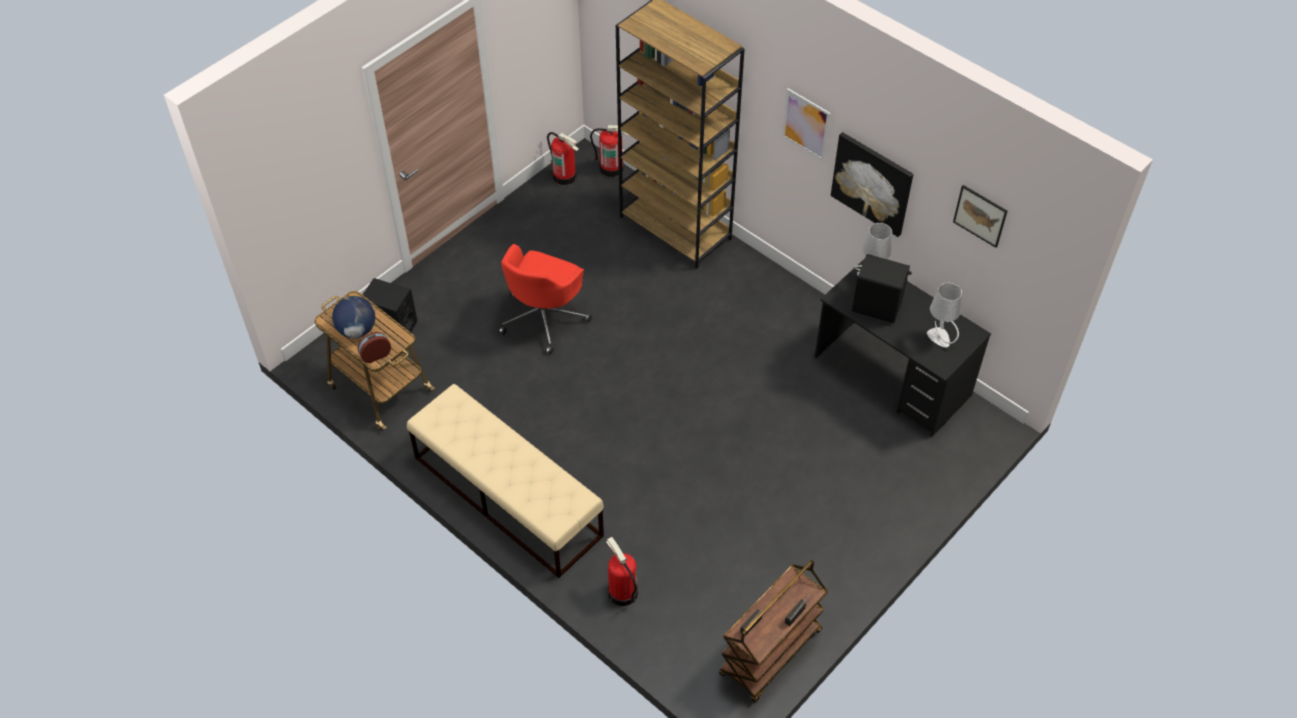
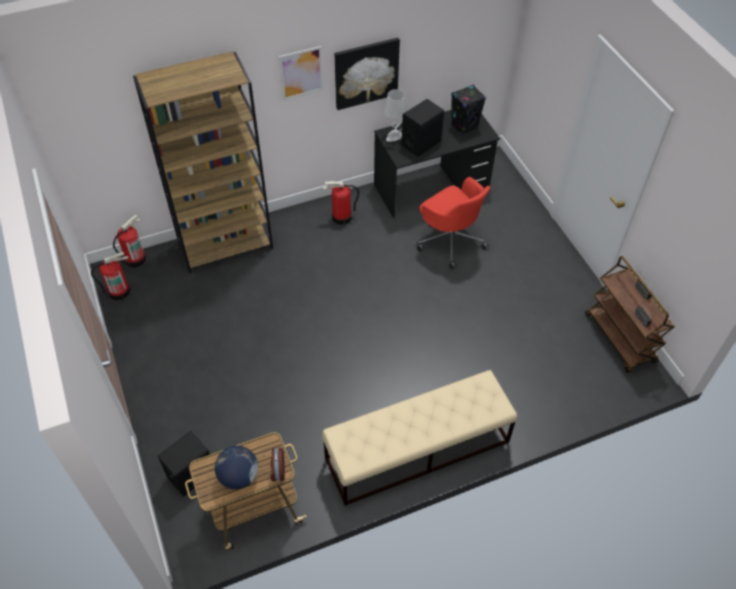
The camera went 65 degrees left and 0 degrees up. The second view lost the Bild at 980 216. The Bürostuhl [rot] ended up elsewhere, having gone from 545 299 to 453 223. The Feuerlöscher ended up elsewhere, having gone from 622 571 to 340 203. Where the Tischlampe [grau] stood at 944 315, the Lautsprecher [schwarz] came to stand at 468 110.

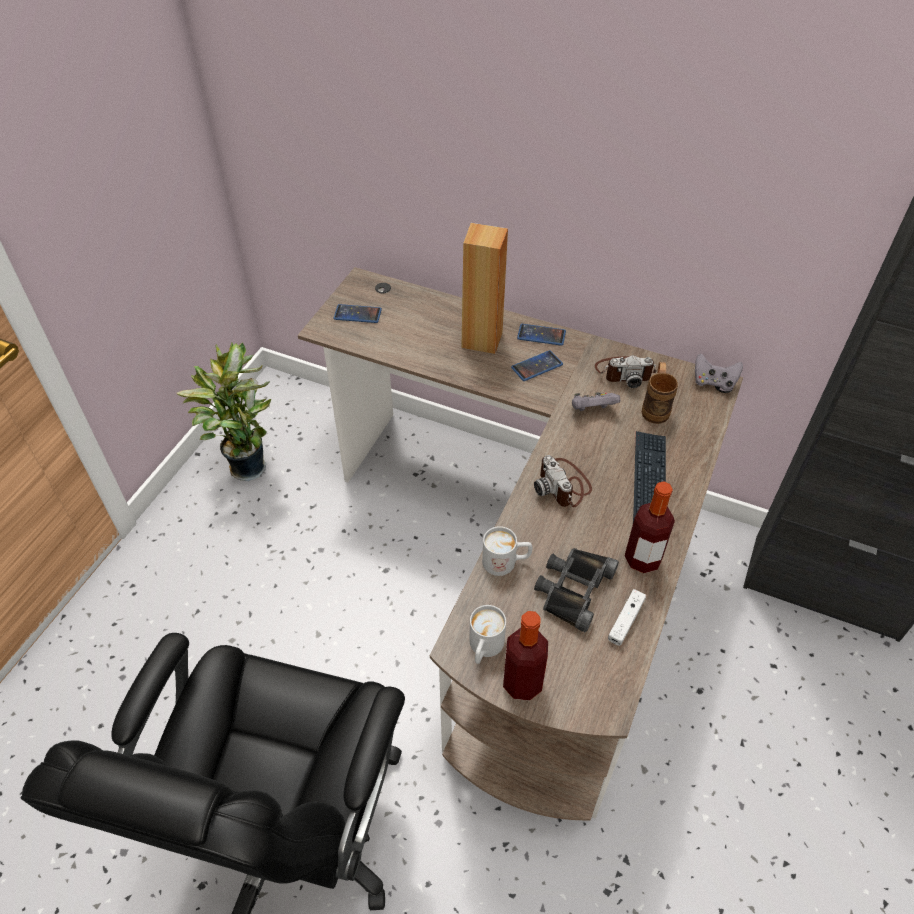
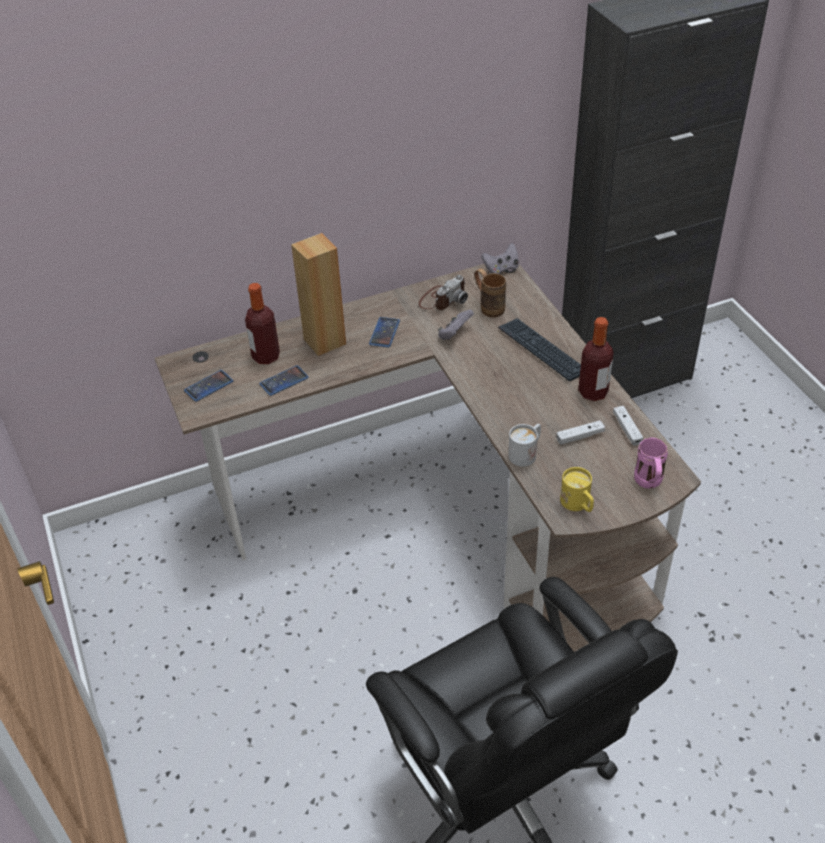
The camera went 45 degrees left and 5 degrees down. The second view lost the Topfpflanze at 224 411. The second view lost the Kamera at 563 481. The second view gained the Henkelbecher [rosa] at 651 463. The Flasche ended up elsewhere, having gone from 525 656 to 262 323. The Handy ended up elsewhere, having gone from 541 335 to 284 380. Where the Fernglas [schwarz] stood at 576 590, the Gamepad [weiß] came to stand at 581 432. What was the Henkelbecher [weiß] at 487 634 turned into the Henkelbecher [gelb] at 577 489.

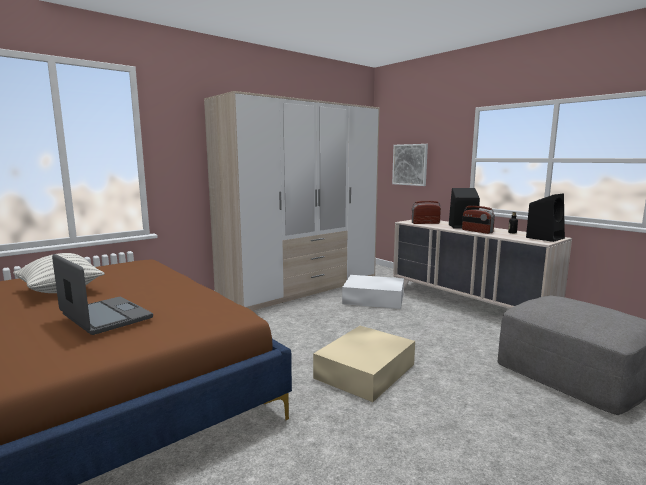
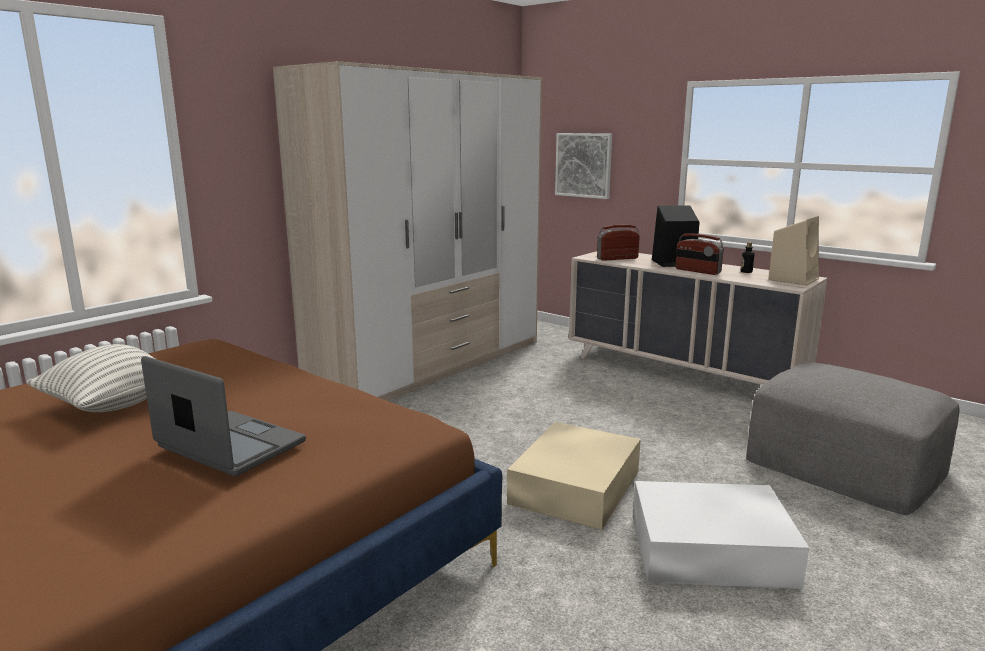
The camera went 10 degrees left and 5 degrees up. The Aufbewahrungsbox [weiß] ended up elsewhere, having gone from 373 292 to 721 535. What was the Lautsprecher [schwarz] at 545 217 turned into the Lautsprecher [beige] at 793 251.

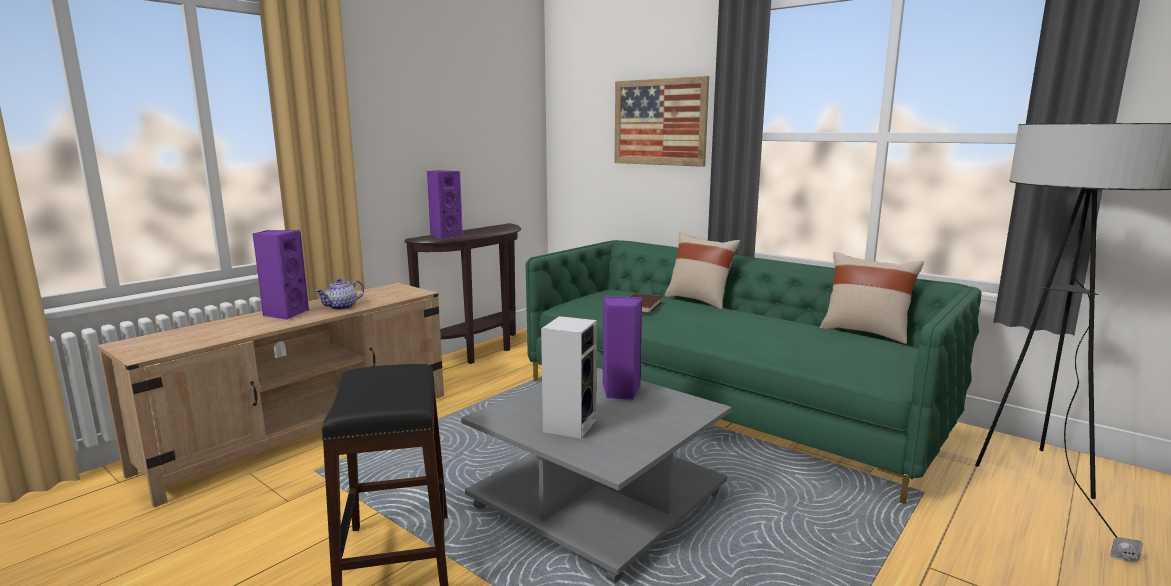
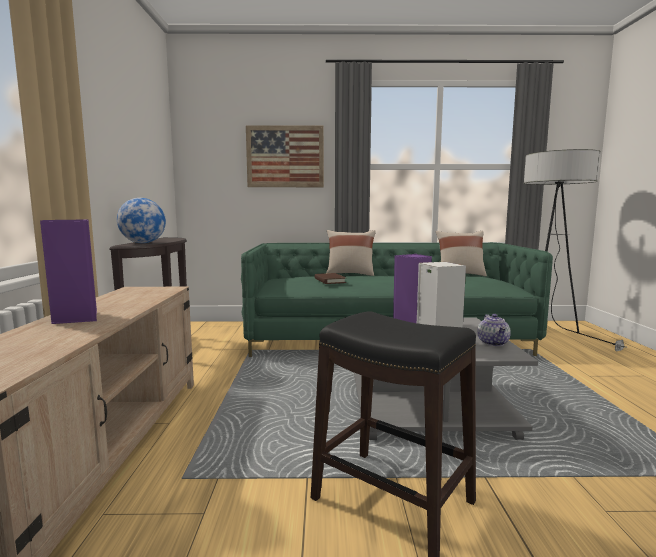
The camera went 40 degrees left and 5 degrees down. The Teekanne ended up elsewhere, having gone from 339 294 to 494 330. Where the Lautsprecher [lila] stood at 445 204, the Globus came to stand at 141 220.

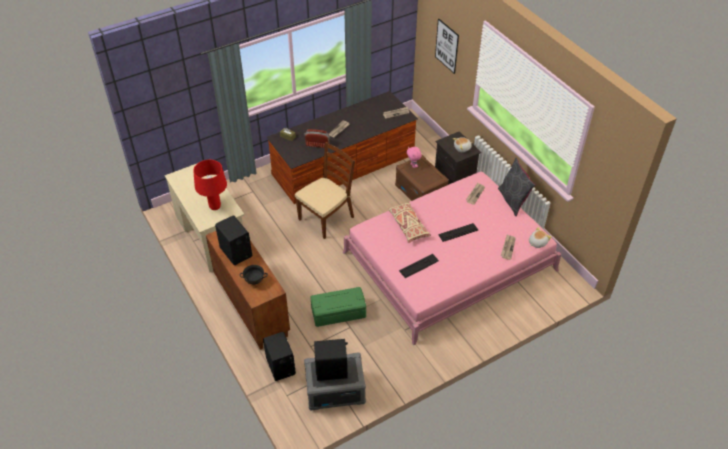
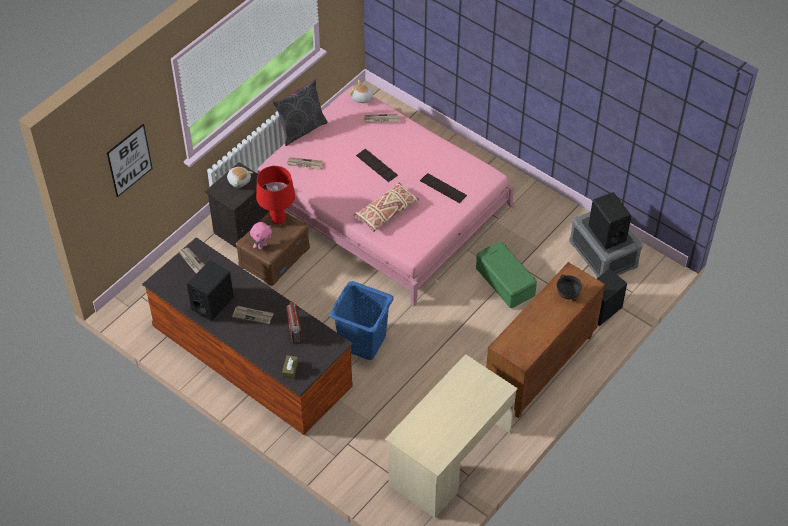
The camera went 110 degrees left and 5 degrees up. The Tischlampe [rot] ended up elsewhere, having gone from 210 185 to 275 195. The Lautsprecher [schwarz] ended up elsewhere, having gone from 233 240 to 210 290. Where the Stuhl [braun] stood at 325 190, the Wäschekorb [blau] came to stand at 362 320.

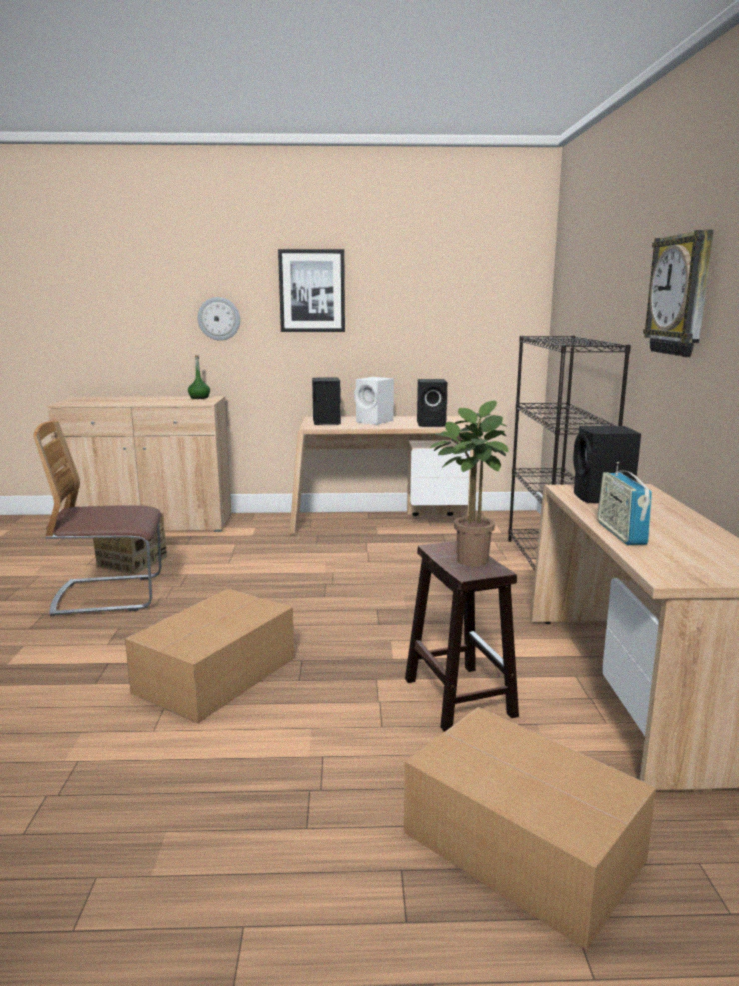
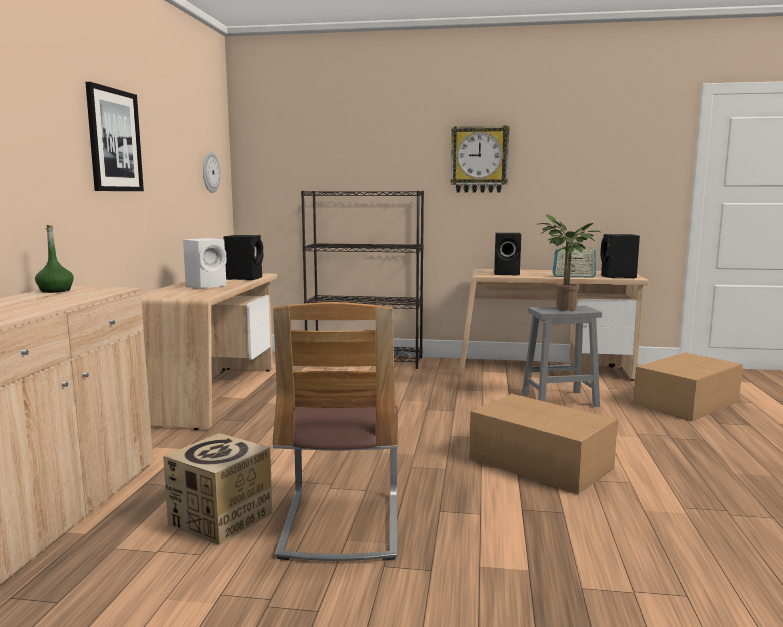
The camera went 80 degrees left and 5 degrees down. The Wanduhr ended up elsewhere, having gone from 219 319 to 211 172. The Lautsprecher [schwarz] ended up elsewhere, having gone from 326 401 to 620 256. What was the Hocker [braun] at 462 636 turned into the Hocker [grau] at 562 356.

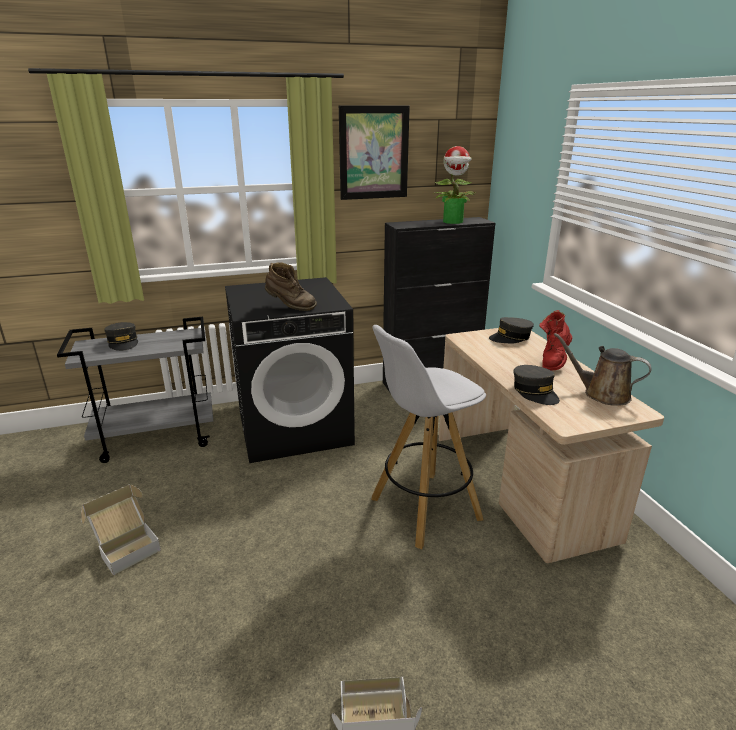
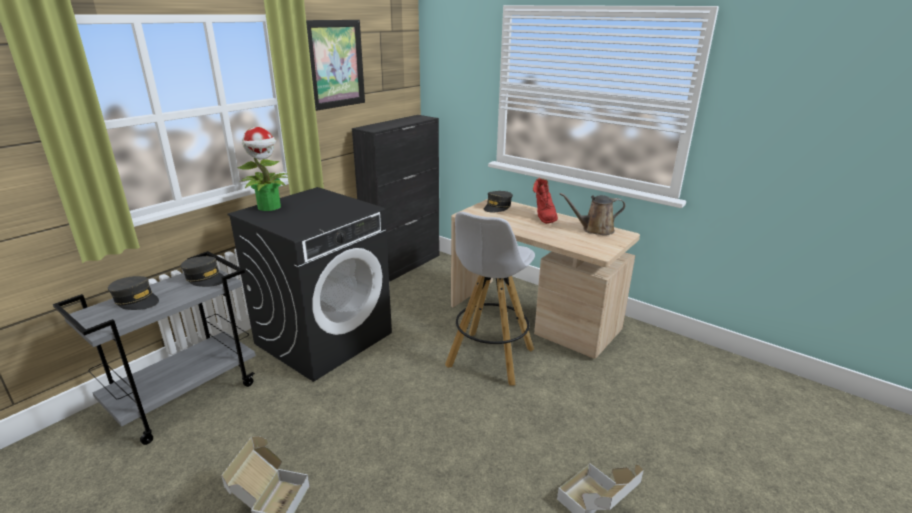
The camera went 35 degrees left and 0 degrees up. The second view lost the Stiefel [braun] at 291 287. The Topfpflanze ended up elsewhere, having gone from 455 185 to 262 169. The Kappe [grau] ended up elsewhere, having gone from 536 385 to 202 271.

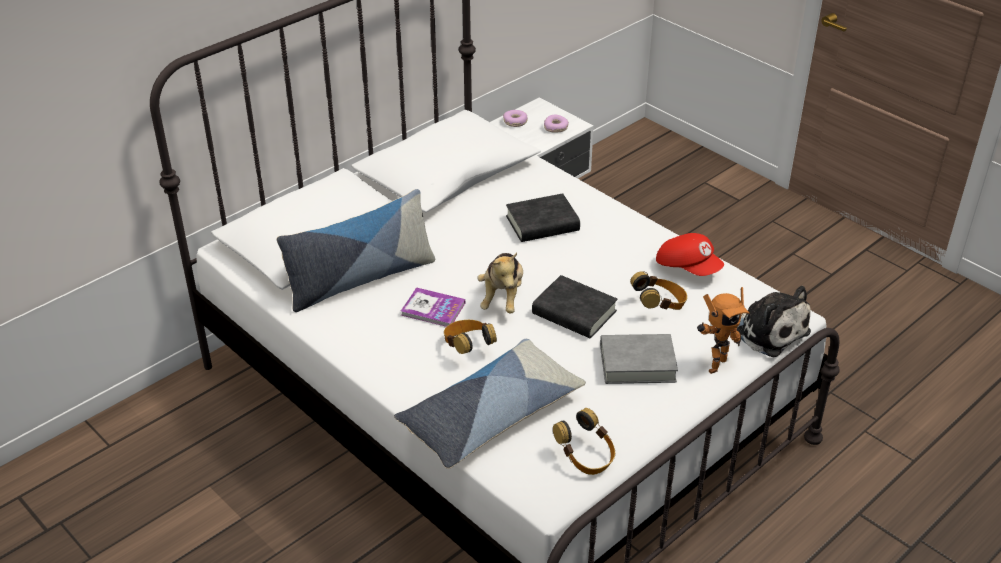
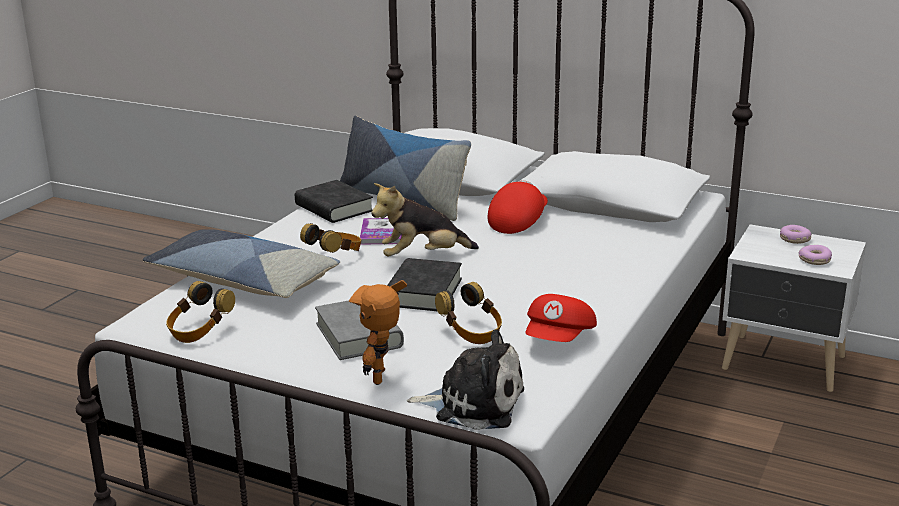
The camera went 70 degrees right and 15 degrees down. The second view gained the Kappe [rot] at 518 207. The Buch [schwarz] ended up elsewhere, having gone from 543 217 to 334 201. The Spielzeugroboter at 723 330 ended up facing another way, 75 degrees clockwise from before. The Plüschtier at 774 321 ended up facing another way, 105 degrees counterclockwise from before.

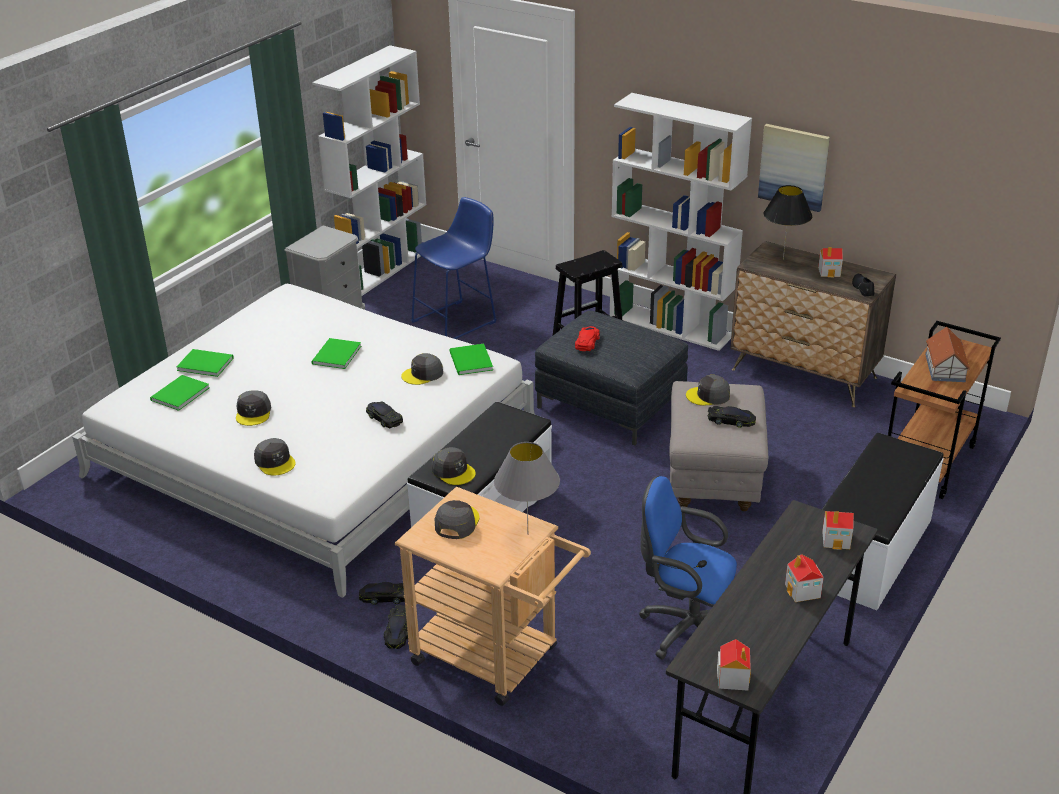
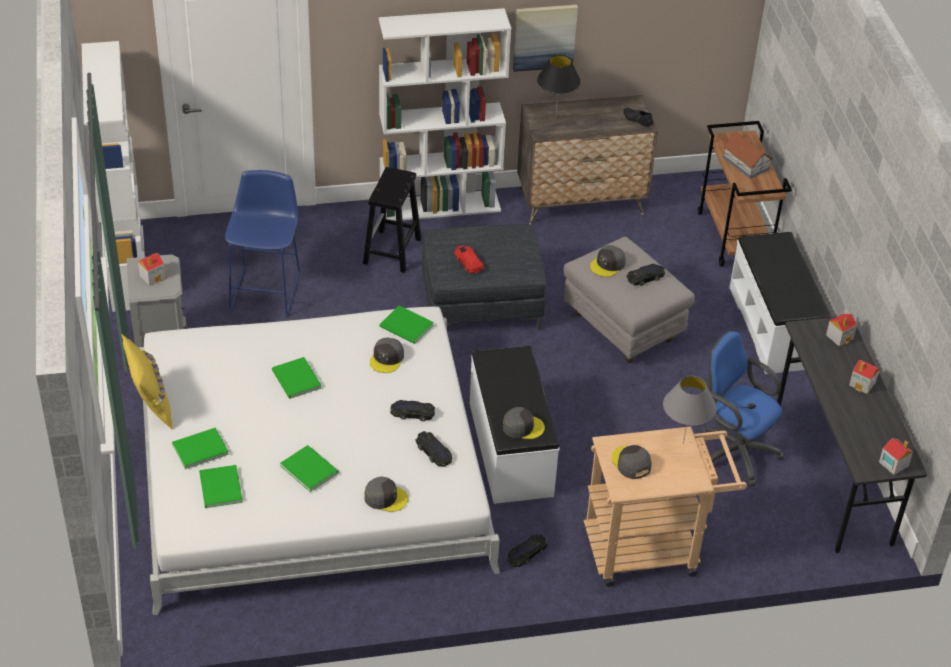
The camera went 45 degrees left and 10 degrees up. The second view gained the Kissen [gelb] at 146 381. The Spielzeugauto [schwarz] ended up elsewhere, having gone from 396 627 to 433 449. The Spielzeughaus ended up elsewhere, having gone from 830 262 to 152 269. Where the Kappe [grau] stood at 253 408, the Buch [grün] came to stand at 309 468. The Bürostuhl [blau] at 688 567 ended up facing another way, 60 degrees clockwise from before.

